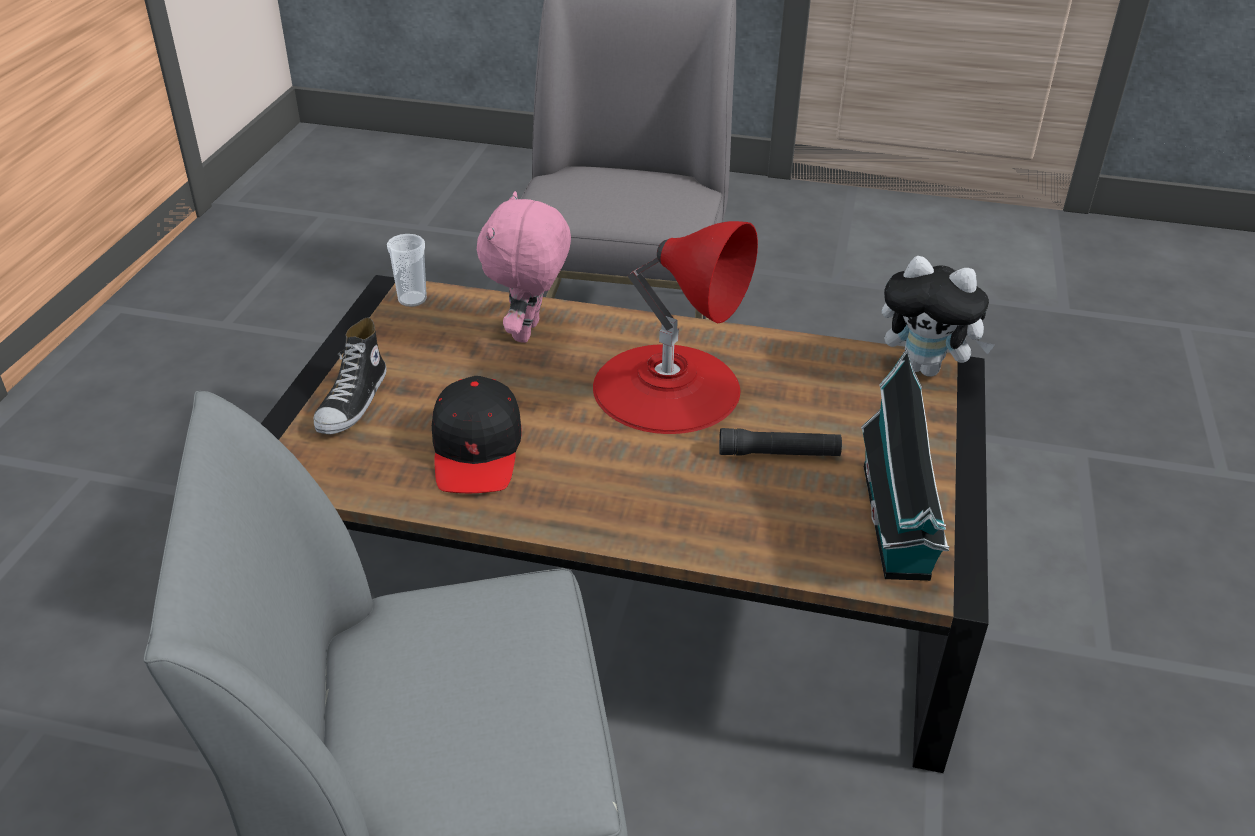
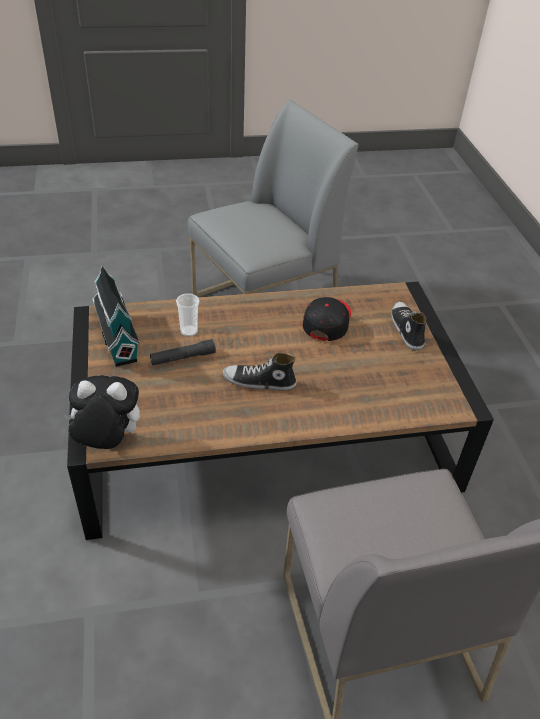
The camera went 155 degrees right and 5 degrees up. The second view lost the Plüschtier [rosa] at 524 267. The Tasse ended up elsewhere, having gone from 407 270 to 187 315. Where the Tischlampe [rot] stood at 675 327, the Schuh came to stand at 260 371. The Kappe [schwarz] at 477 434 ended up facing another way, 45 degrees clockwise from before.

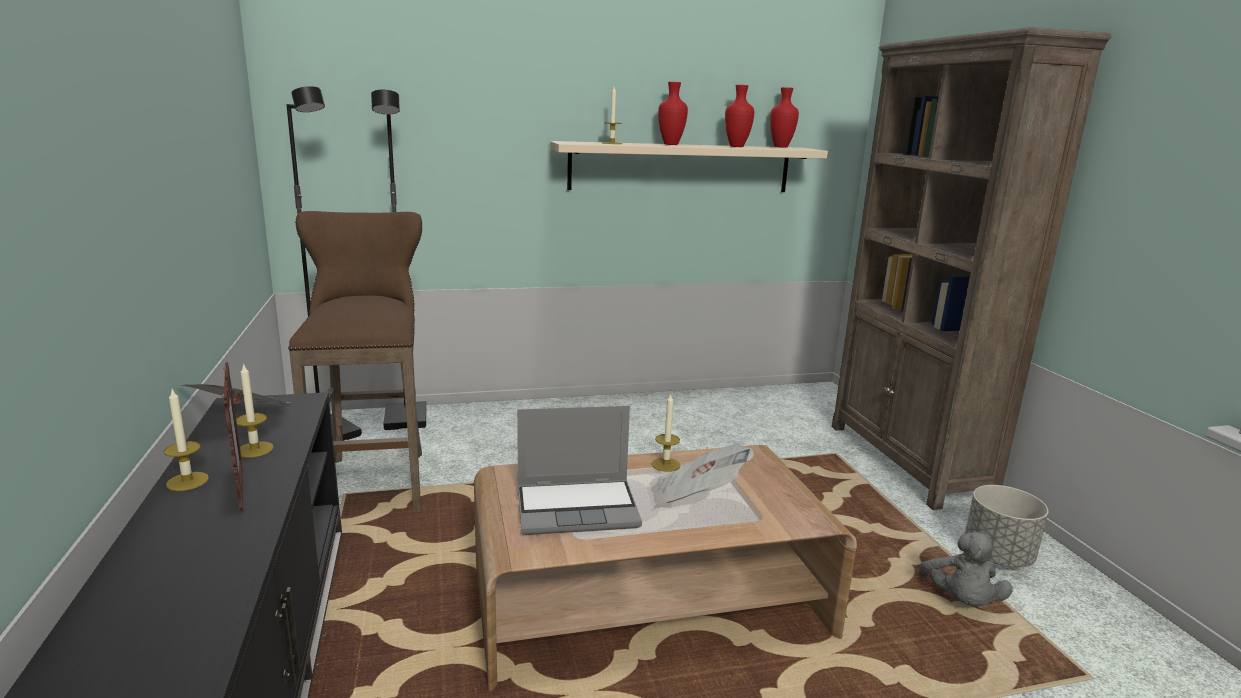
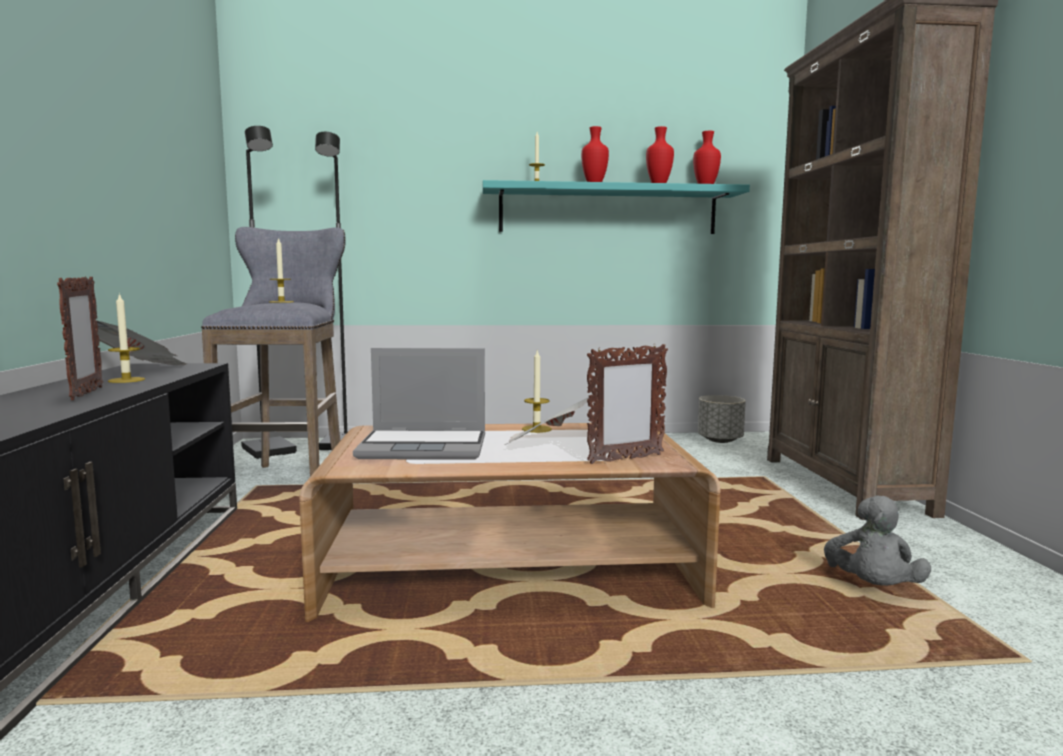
The camera went 10 degrees right and 10 degrees down. The second view gained the Bilderrahmen at 627 404. The Kerze ended up elsewhere, having gone from 186 440 to 281 270. The Pflanzkübel [grau] ended up elsewhere, having gone from 1007 526 to 722 419. What was the Hocker [braun] at 355 361 turned into the Hocker [grau] at 273 351. What was the Wandregal [beige] at 689 166 turned into the Wandregal [türkis] at 616 207.

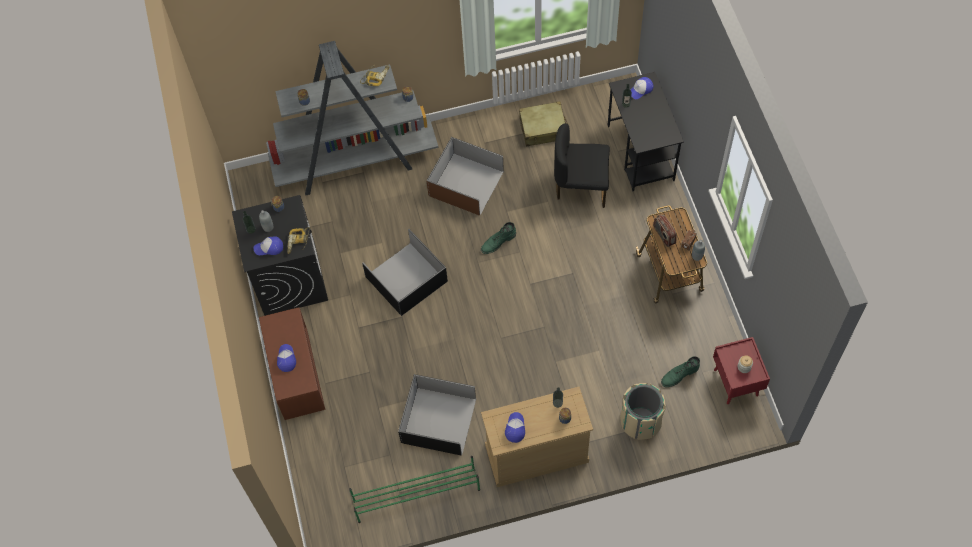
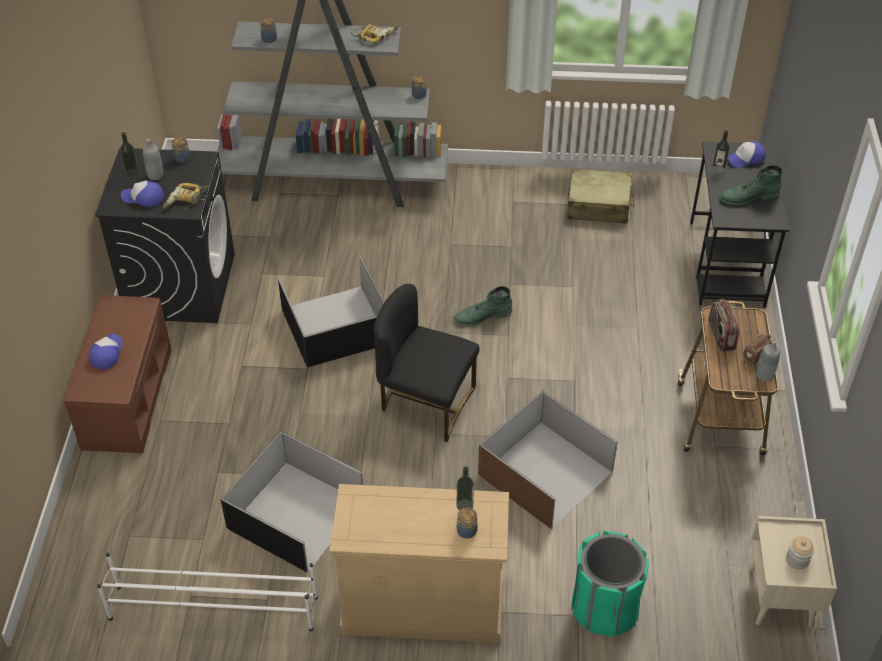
The camera went 15 degrees right and 15 degrees down. The second view lost the Kappe at 515 427. The Aufbewahrungsbox [braun] ended up elsewhere, having gone from 465 176 to 547 460. The Stuhl [schwarz] ended up elsewhere, having gone from 582 165 to 426 363. The Stiefel [grün] ended up elsewhere, having gone from 680 371 to 751 185. What was the Schuhregal [grün] at 414 489 turned into the Schuhregal [weiß] at 207 592. What was the Mülleimer [beige] at 643 411 turned into the Mülleimer [grün] at 609 584. What was the Nachttisch [rot] at 741 370 turned into the Nachttisch [beige] at 793 572.

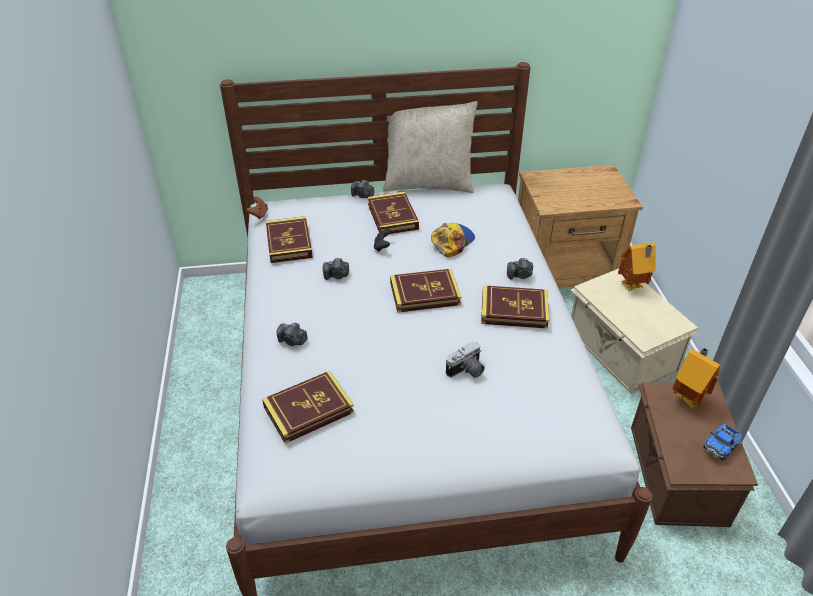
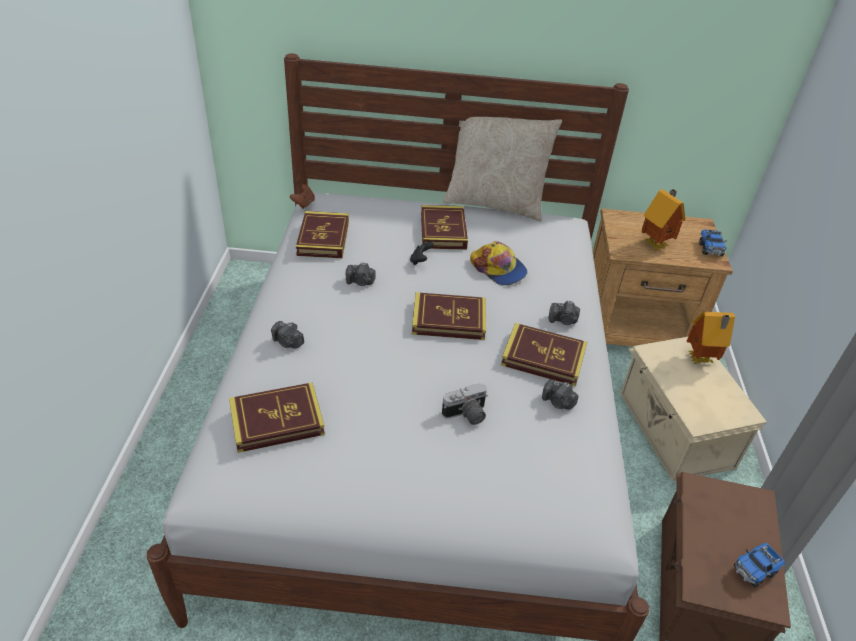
The camera went 10 degrees right and 0 degrees up. The second view gained the Spielzeuglaster at 713 243. The Kamera ended up elsewhere, having gone from 362 189 to 560 394. The Spielzeughaus ended up elsewhere, having gone from 697 379 to 663 219. The Kappe at 453 240 ended up facing another way, 90 degrees clockwise from before.

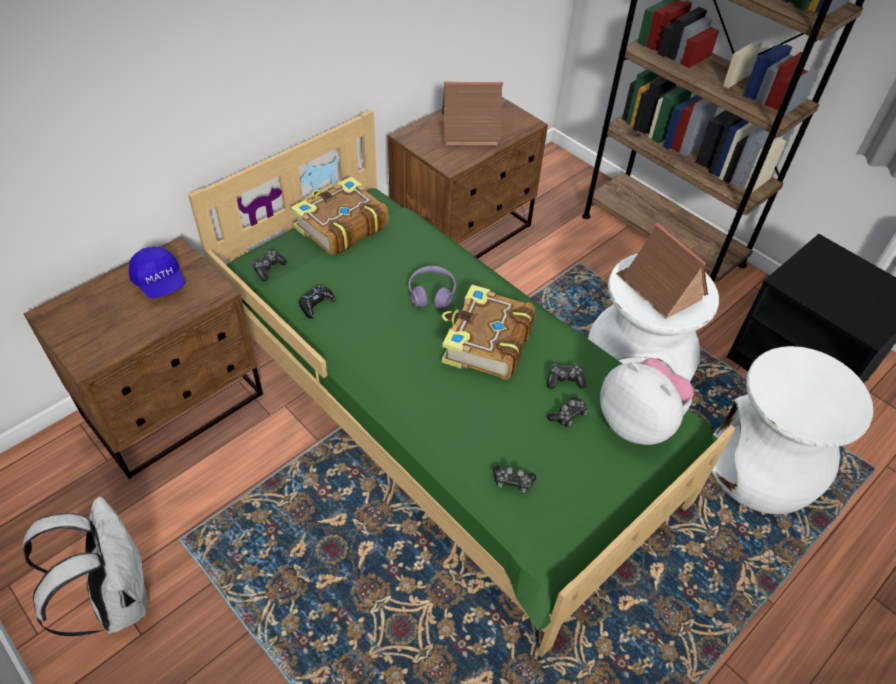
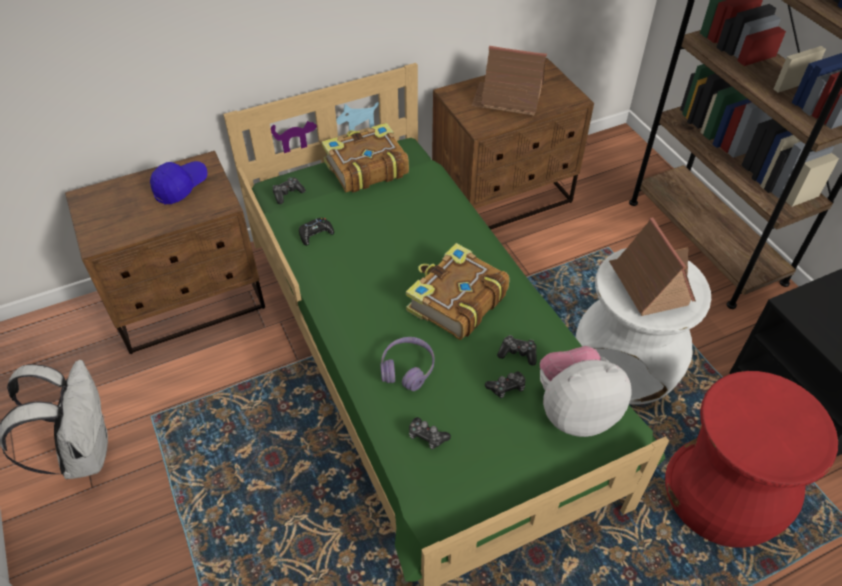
The camera went 20 degrees right and 0 degrees up. The Kopfhörer [lila] ended up elsewhere, having gone from 432 287 to 407 364. What was the Hocker [weiß] at 793 430 turned into the Hocker [rot] at 751 459. The Kappe [blau] at 157 272 ended up facing another way, 120 degrees counterclockwise from before. The Plüschtier at 647 401 ended up facing another way, 75 degrees counterclockwise from before.

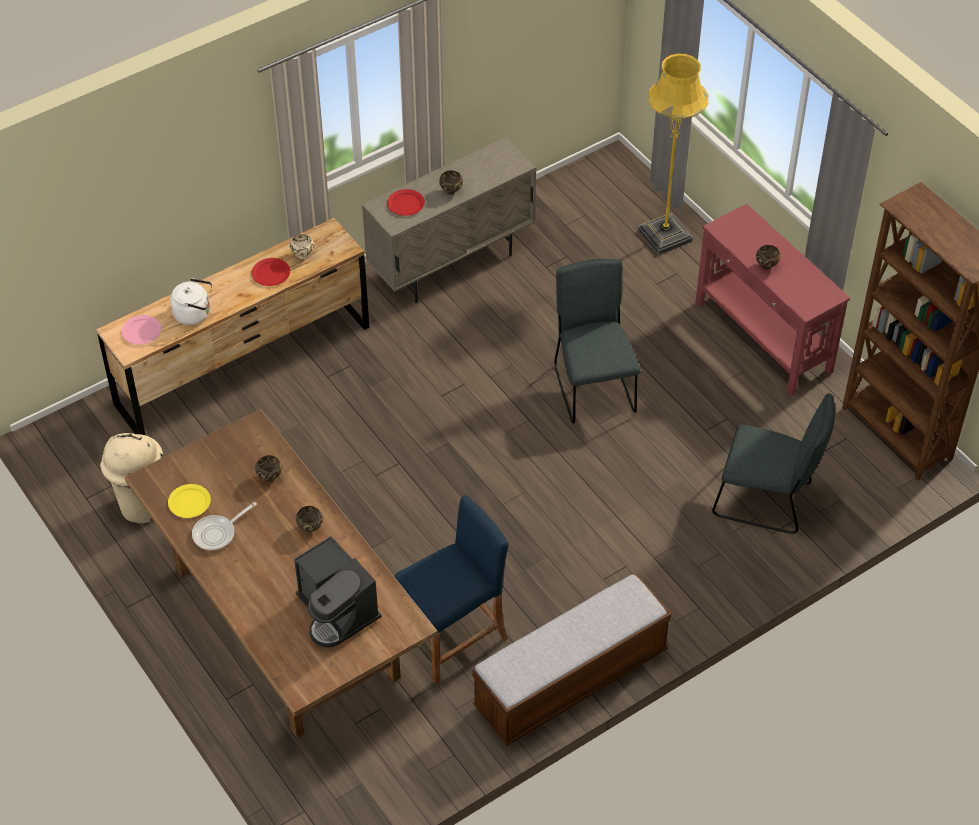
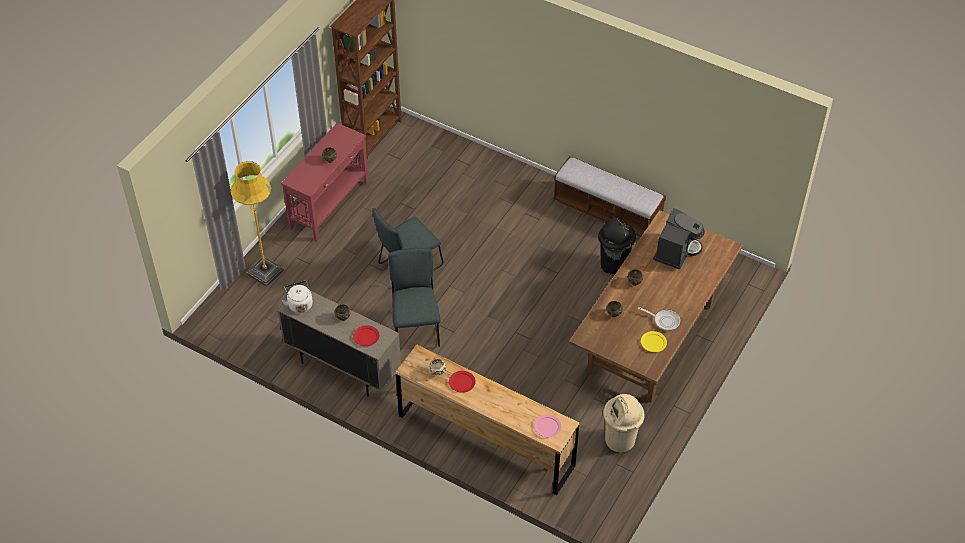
The camera went 115 degrees left and 0 degrees up. The Wasserkessel [weiß] ended up elsewhere, having gone from 191 301 to 297 297. The Stuhl [grau] ended up elsewhere, having gone from 773 463 to 414 297. Where the Hocker [blau] stood at 451 589, the Mülleimer [schwarz] came to stand at 617 247.

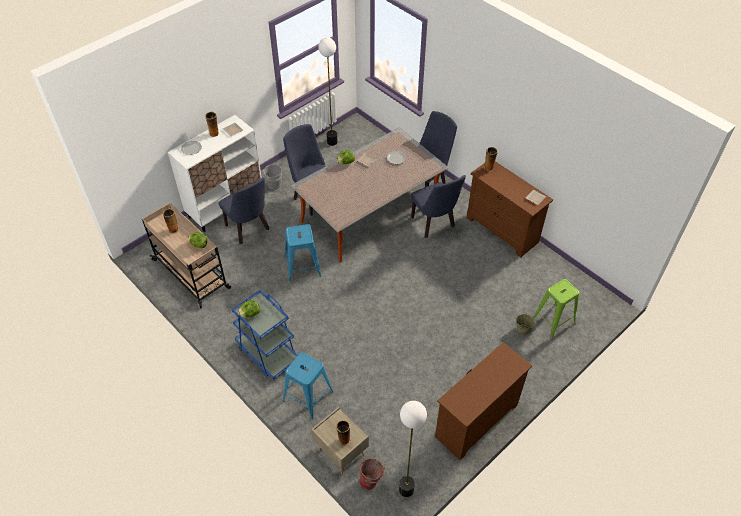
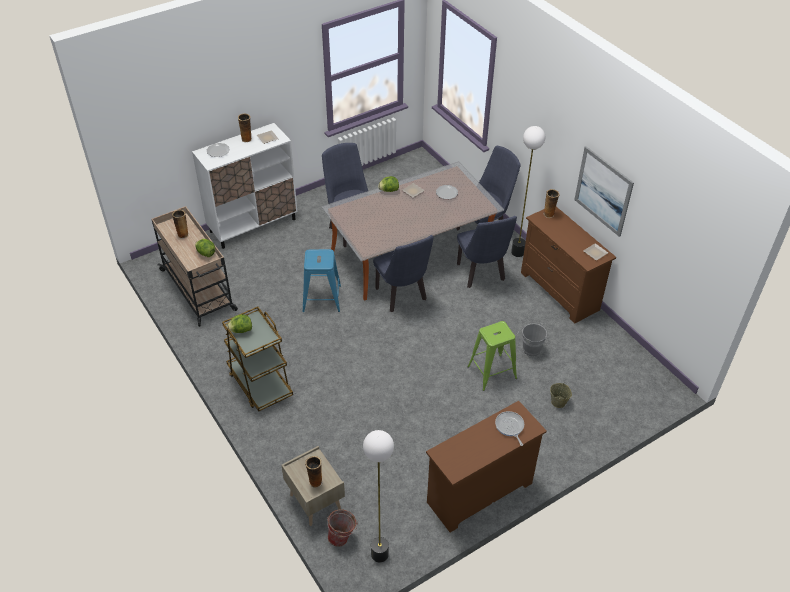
The camera went 10 degrees right and 5 degrees down. The second view lost the Hocker [blau] at 308 385. The second view gained the Pfanne at 509 428. The second view gained the Bild at 604 191. The Stuhl [blau] ended up elsewhere, having gone from 243 210 to 403 273. The Eimer [grau] ended up elsewhere, having gone from 271 176 to 532 340. The Stehlampe ended up elsewhere, having gone from 327 91 to 528 191. The Hocker [grün] ended up elsewhere, having gone from 555 309 to 492 356. What was the Rollwagen [blau] at 265 335 turned into the Rollwagen [braun] at 257 359.

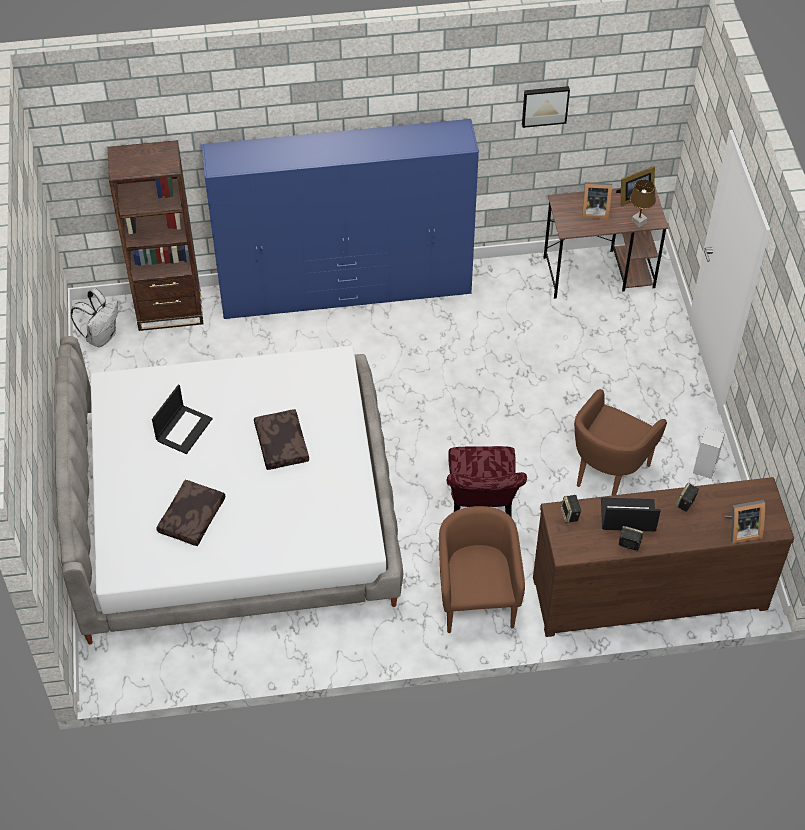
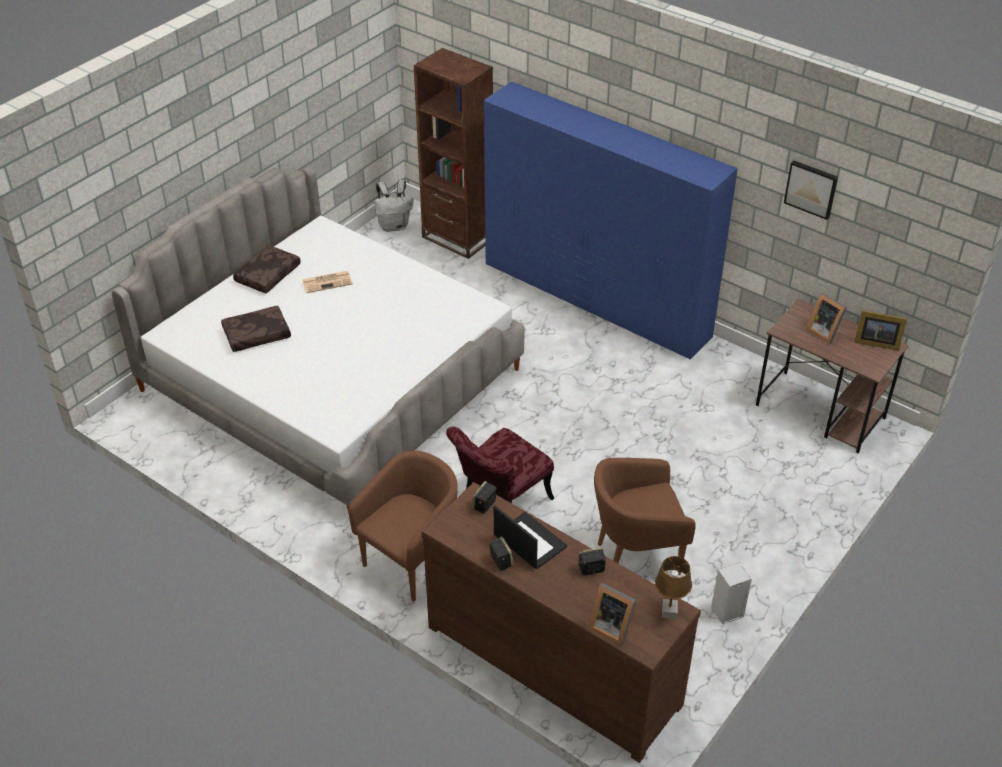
The camera went 45 degrees right and 10 degrees down. The Kissen [braun] ended up elsewhere, having gone from 281 439 to 267 269. The Tischlampe [braun] ended up elsewhere, having gone from 643 203 to 673 587. Where the Laptop stood at 182 419, the Zeitung came to stand at 327 282.

